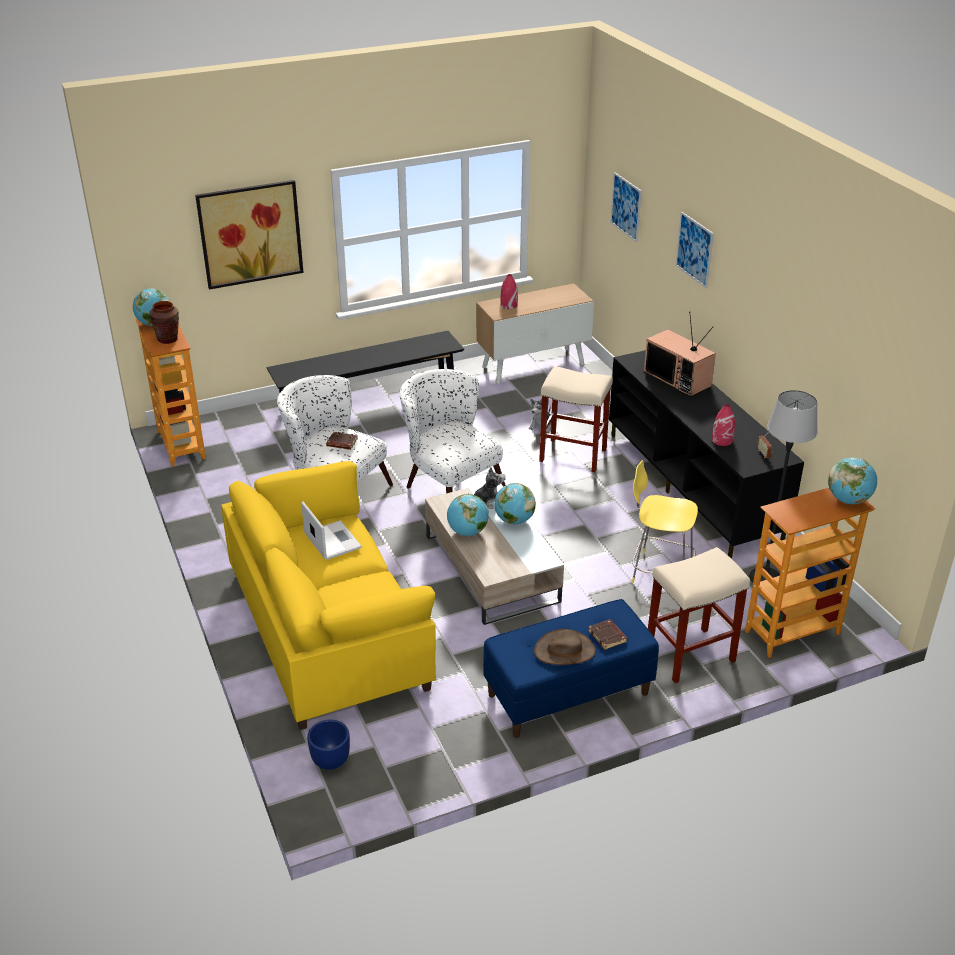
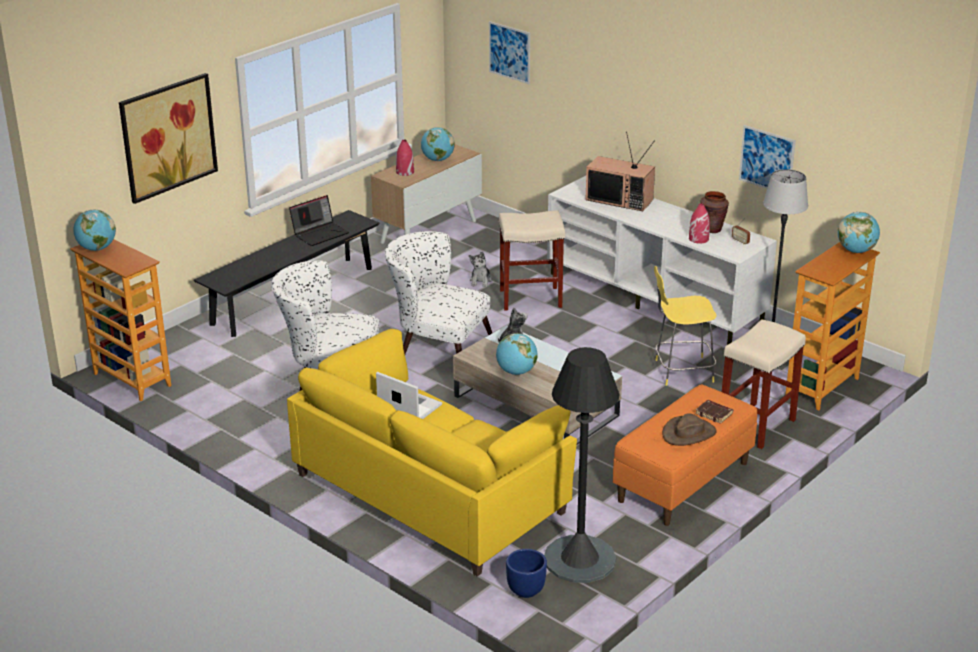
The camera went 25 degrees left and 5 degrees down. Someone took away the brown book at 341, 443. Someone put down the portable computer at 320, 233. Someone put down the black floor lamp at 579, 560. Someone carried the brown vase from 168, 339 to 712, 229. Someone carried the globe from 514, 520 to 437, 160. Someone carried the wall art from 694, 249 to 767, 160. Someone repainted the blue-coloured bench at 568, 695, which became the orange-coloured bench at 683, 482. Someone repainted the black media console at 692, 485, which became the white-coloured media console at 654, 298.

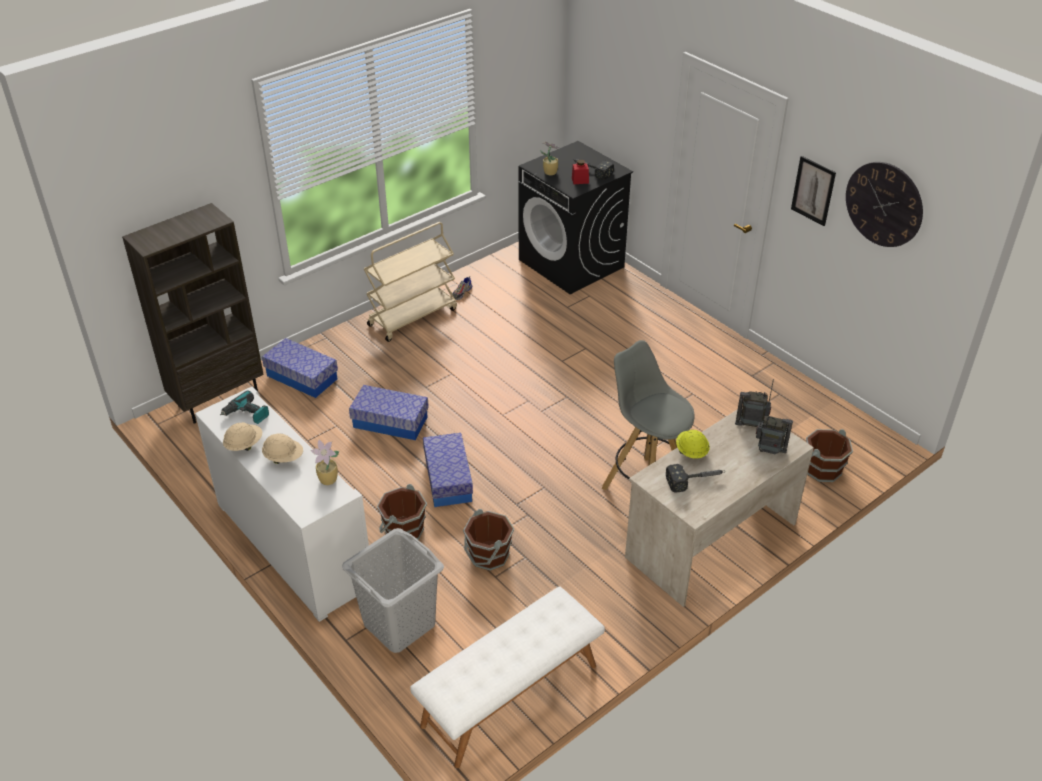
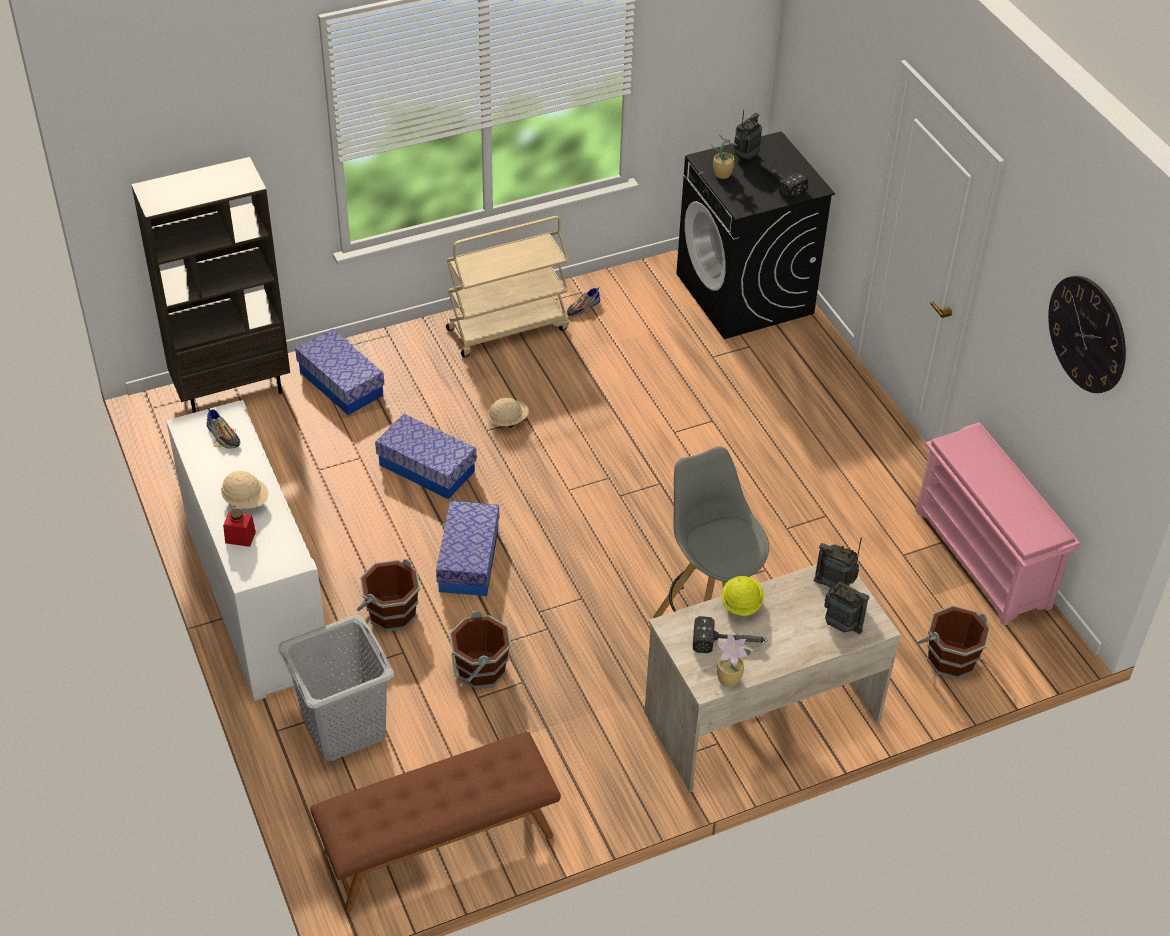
The camera went 15 degrees right and 5 degrees up. Someone took away the wall art at 813, 190. Someone put down the radio receiver at 746, 157. Someone put down the pink shoe rack at 984, 559. Someone carried the sand-coloured work helmet from 244, 445 to 508, 421. Someone carried the houseplant from 329, 480 to 729, 680. Someone carried the red preserve jar from 580, 180 to 240, 537. Someone swapped the electric drill at 246, 414 for the low shoe at 223, 435. Someone repainted the white-coloured bench at 510, 696, which became the brown bench at 439, 846.

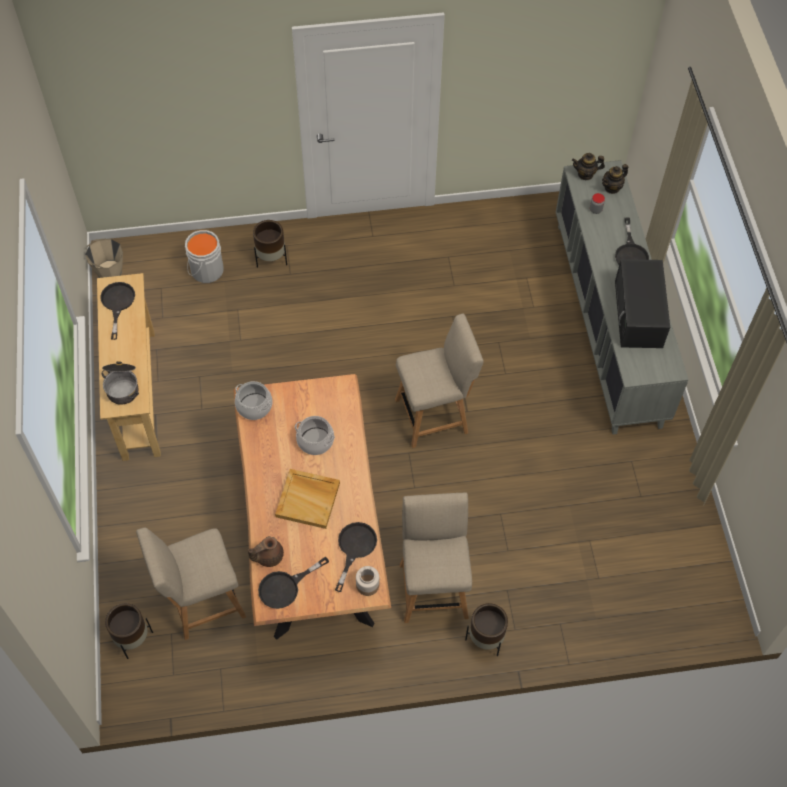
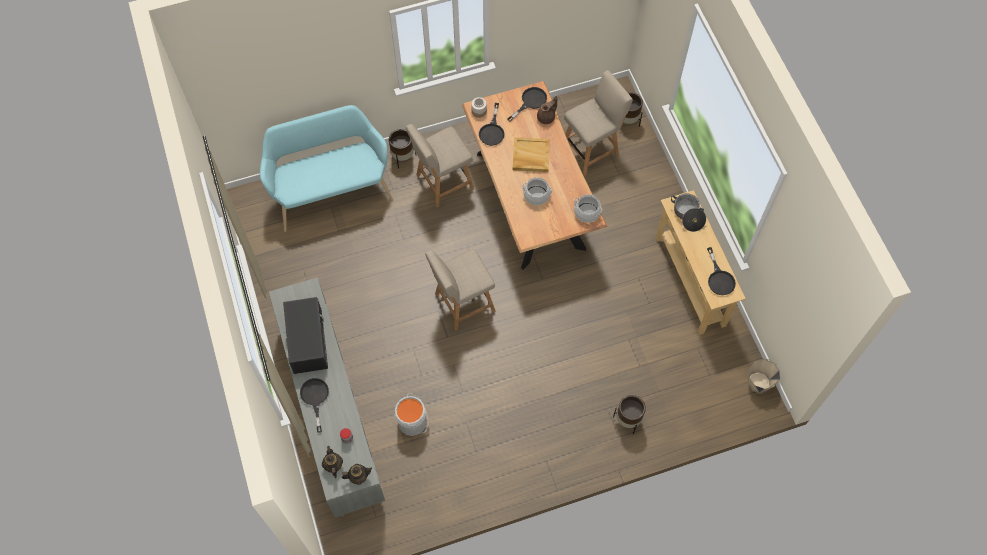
The camera went 170 degrees right and 5 degrees up. Someone put down the turquoise-coloured bench at 331, 191. Someone carried the greyish pail from 205, 270 to 414, 422. Someone rotated the sand-coloured plain chair at 433, 586 by 75 degrees clockwise. Someone rotated the pot for tea at 612, 187 by 60 degrees counterclockwise.

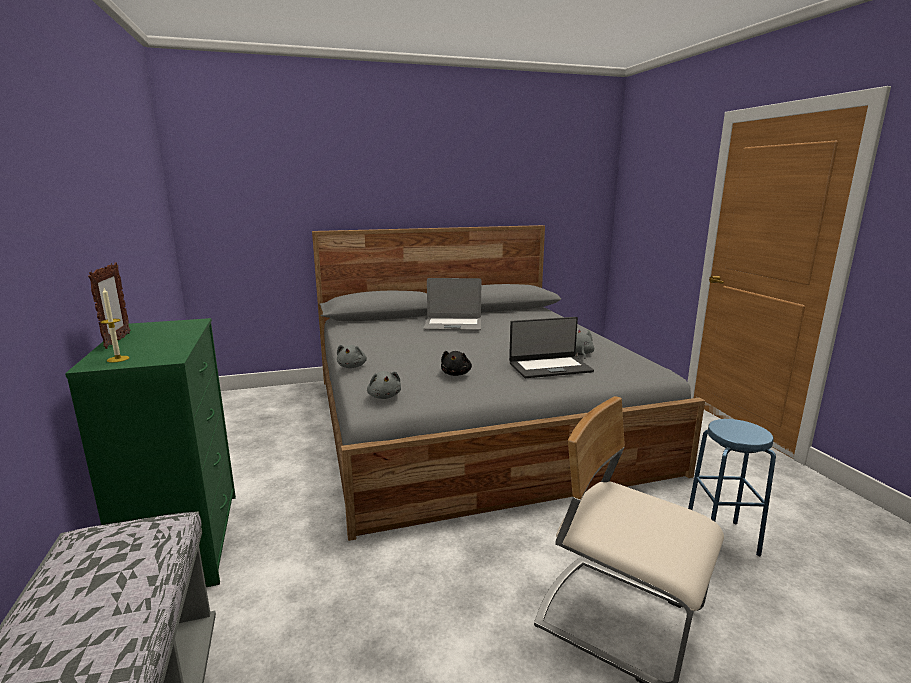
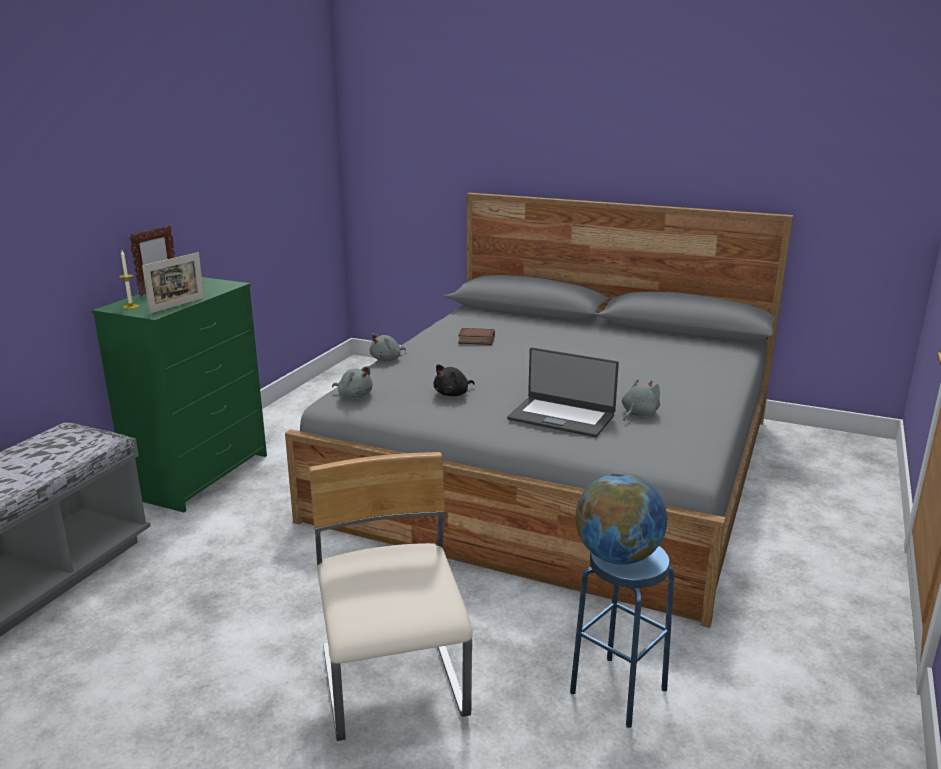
The camera went 40 degrees right and 5 degrees up. Someone took away the portable computer at 453, 325. Someone put down the picture frame at 177, 305. Someone put down the book at 475, 340. Someone put down the globe at 617, 556. Someone rotated the greyish plush toy at 384, 396 by 75 degrees counterclockwise.

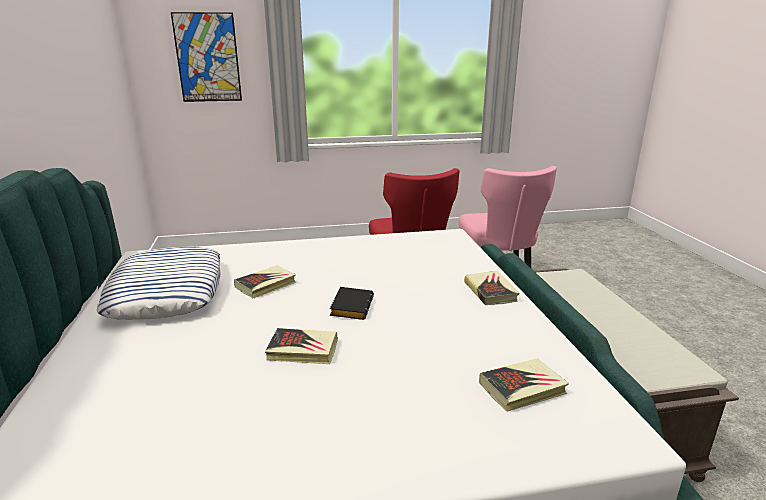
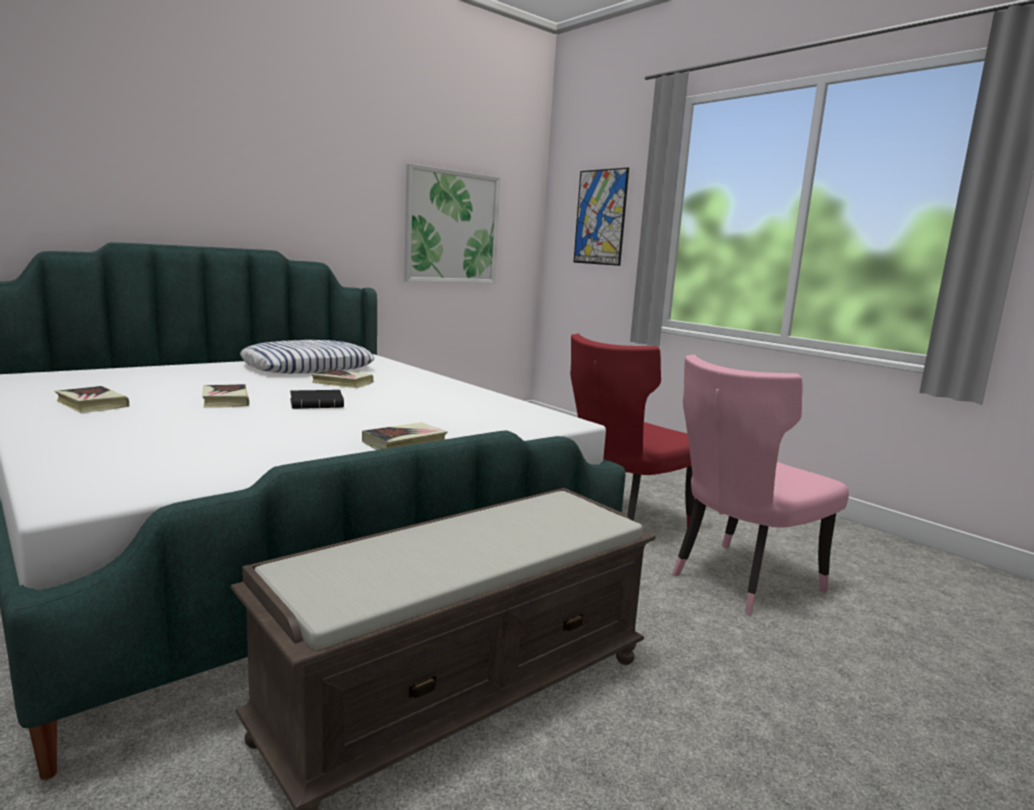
The camera went 60 degrees right and 10 degrees down. Someone put up the wall art at 452, 227. Someone carried the book from 522, 388 to 92, 404.

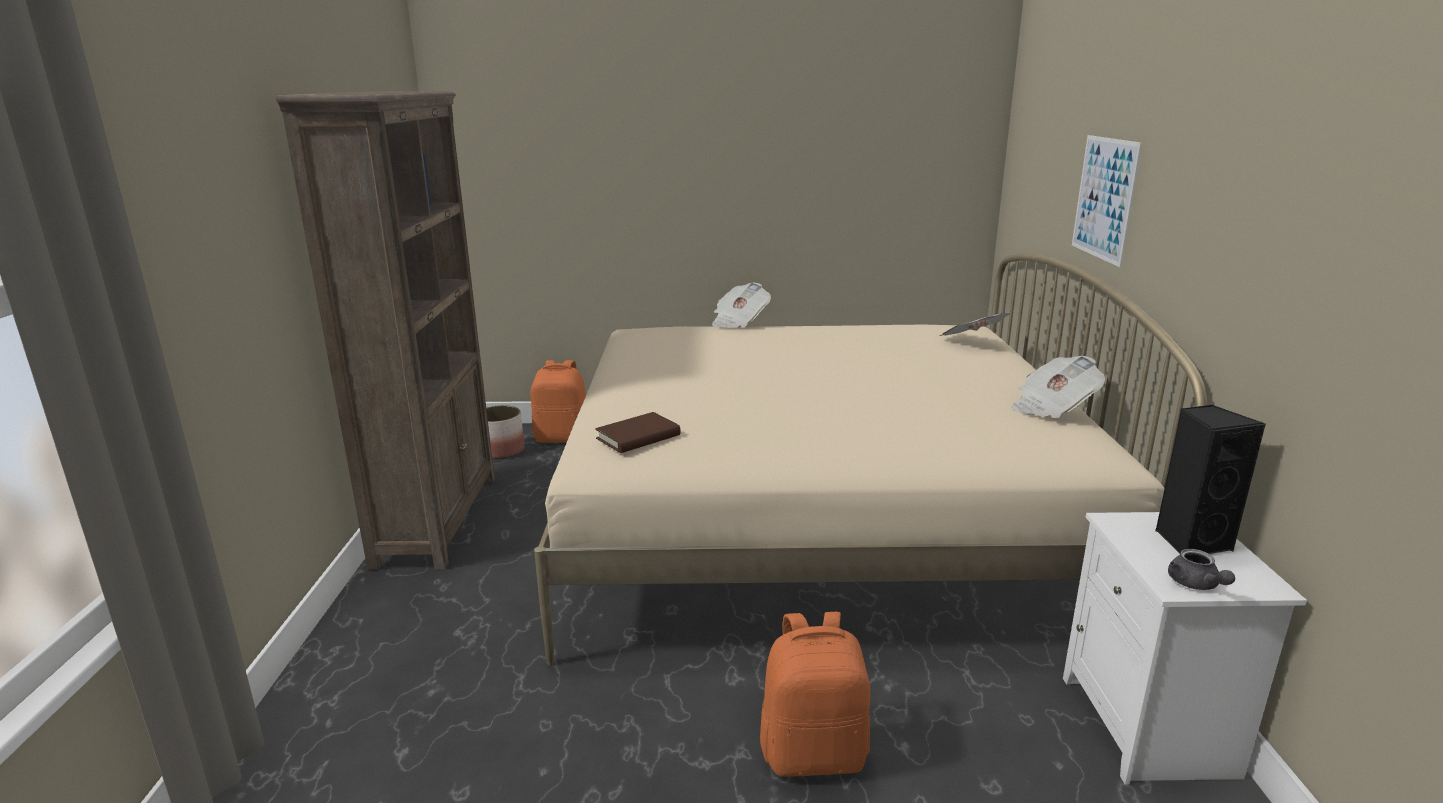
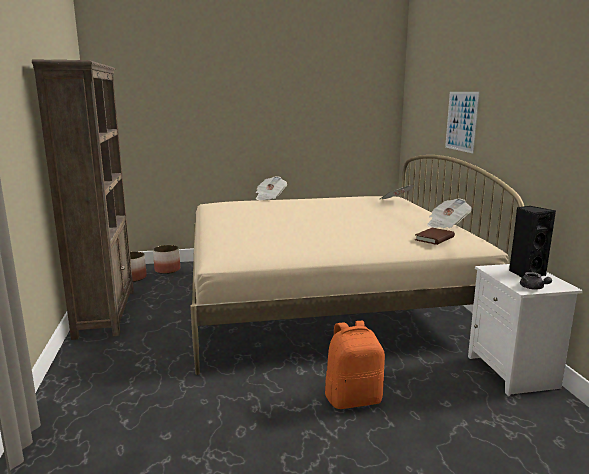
The camera went 10 degrees left and 5 degrees down. Someone carried the brown book from 638, 437 to 434, 238. Someone swapped the orange-coloured backpack at 563, 438 for the planter at 167, 270.

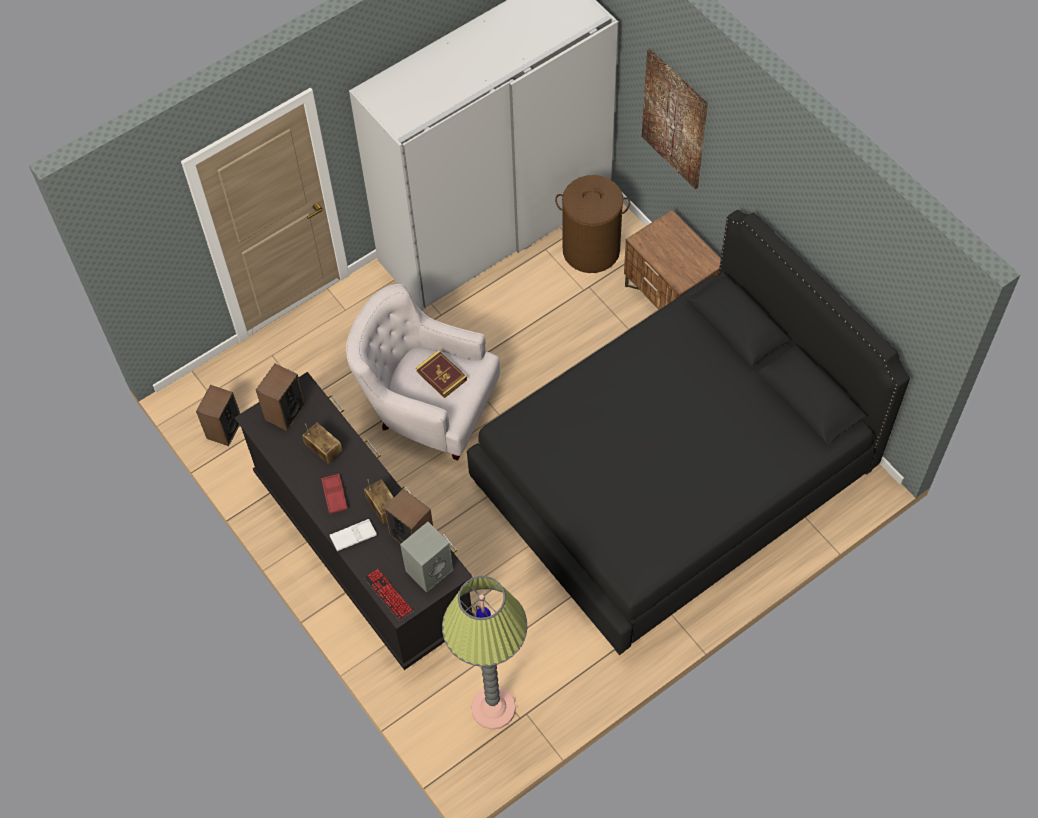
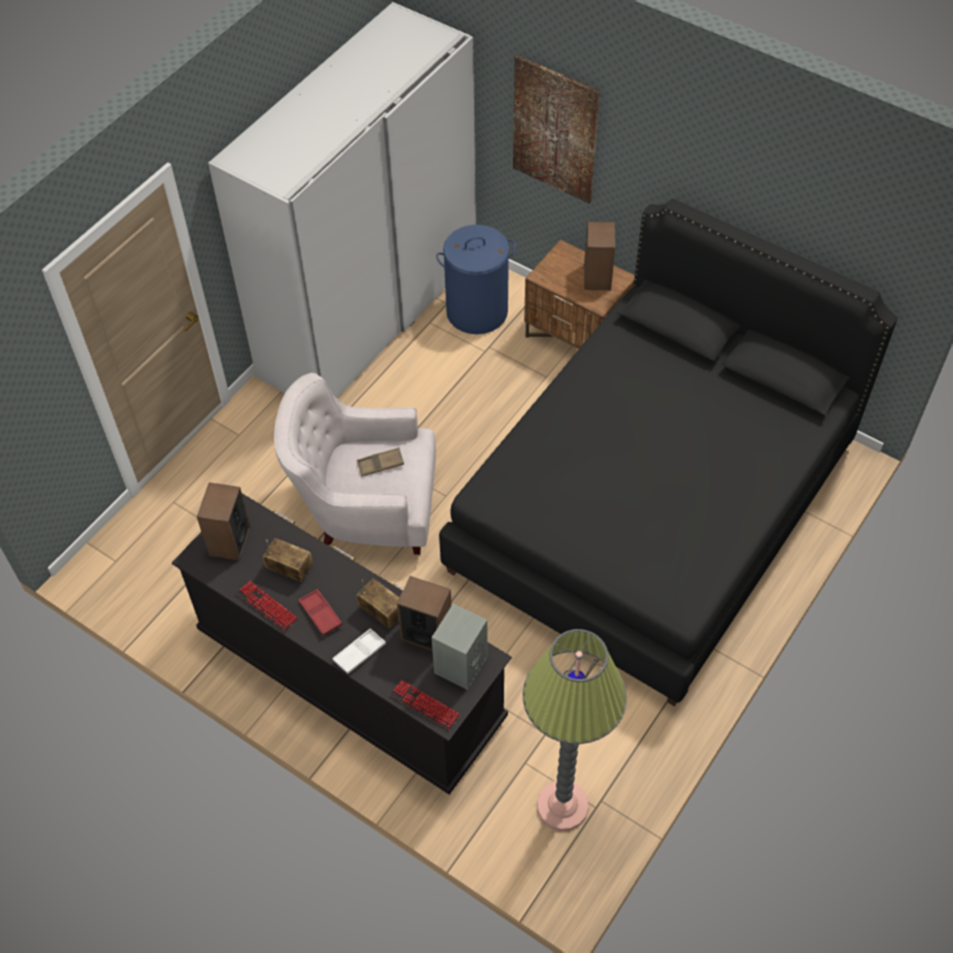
The camera went 20 degrees left and 5 degrees down. Someone put down the PC keyboard at 267, 606. Someone carried the speaker from 224, 429 to 597, 277. Someone swapped the book at 441, 375 for the brown tray at 380, 464. Someone repainted the brown laundry basket at 591, 250, which became the blue-coloured laundry basket at 477, 311.

